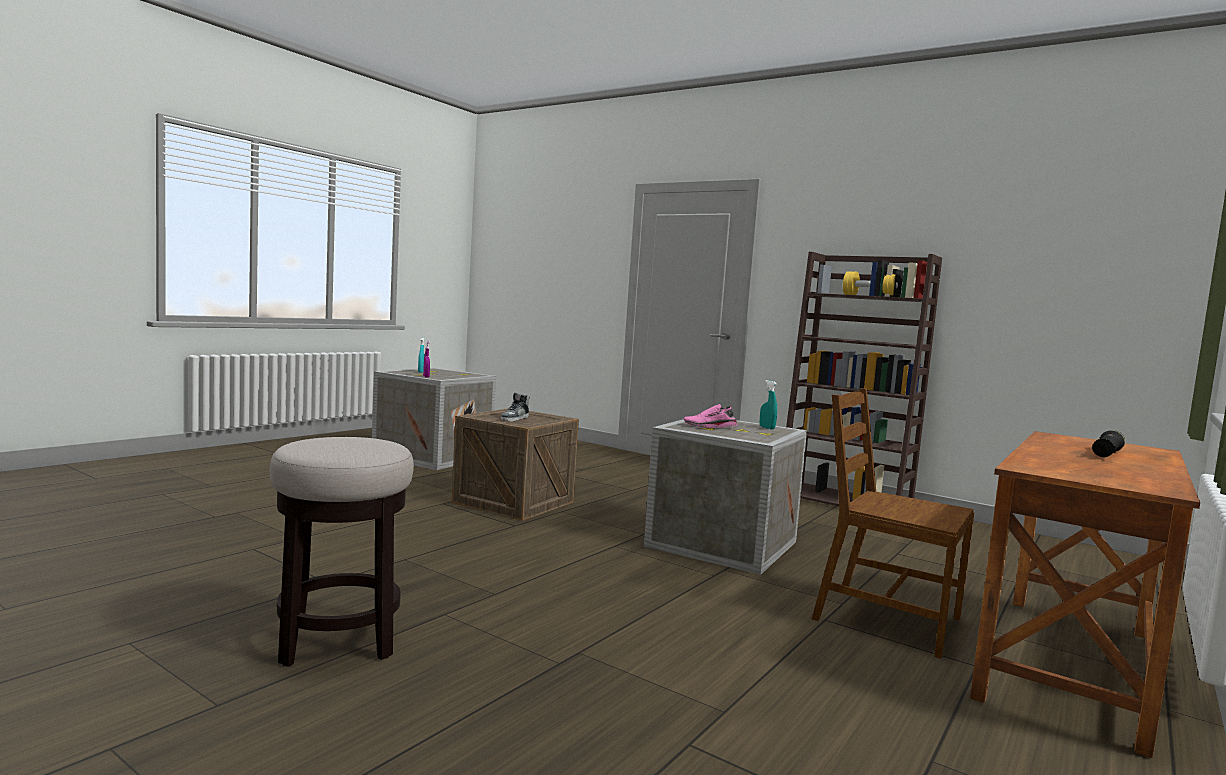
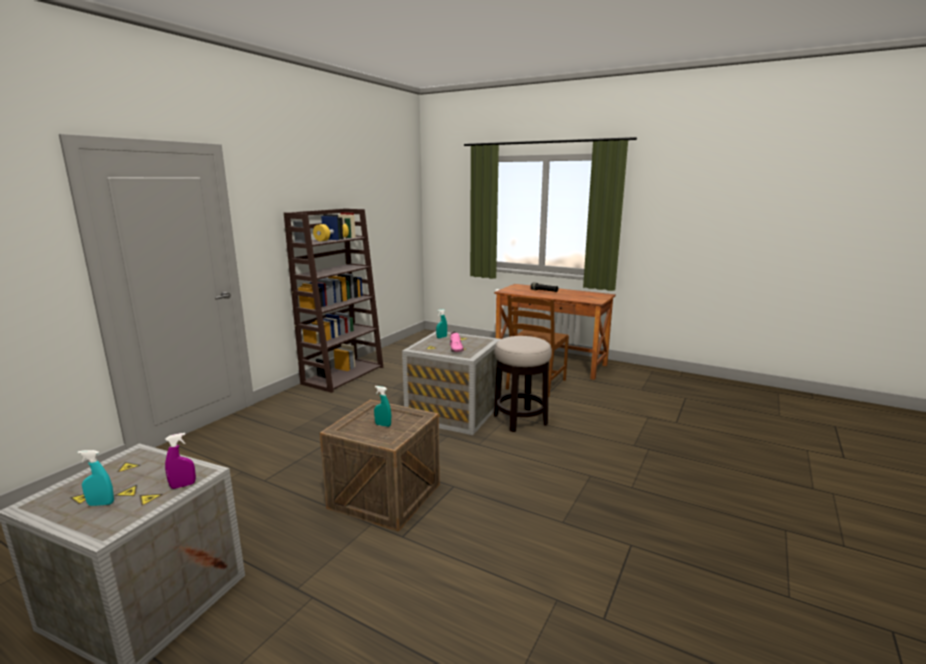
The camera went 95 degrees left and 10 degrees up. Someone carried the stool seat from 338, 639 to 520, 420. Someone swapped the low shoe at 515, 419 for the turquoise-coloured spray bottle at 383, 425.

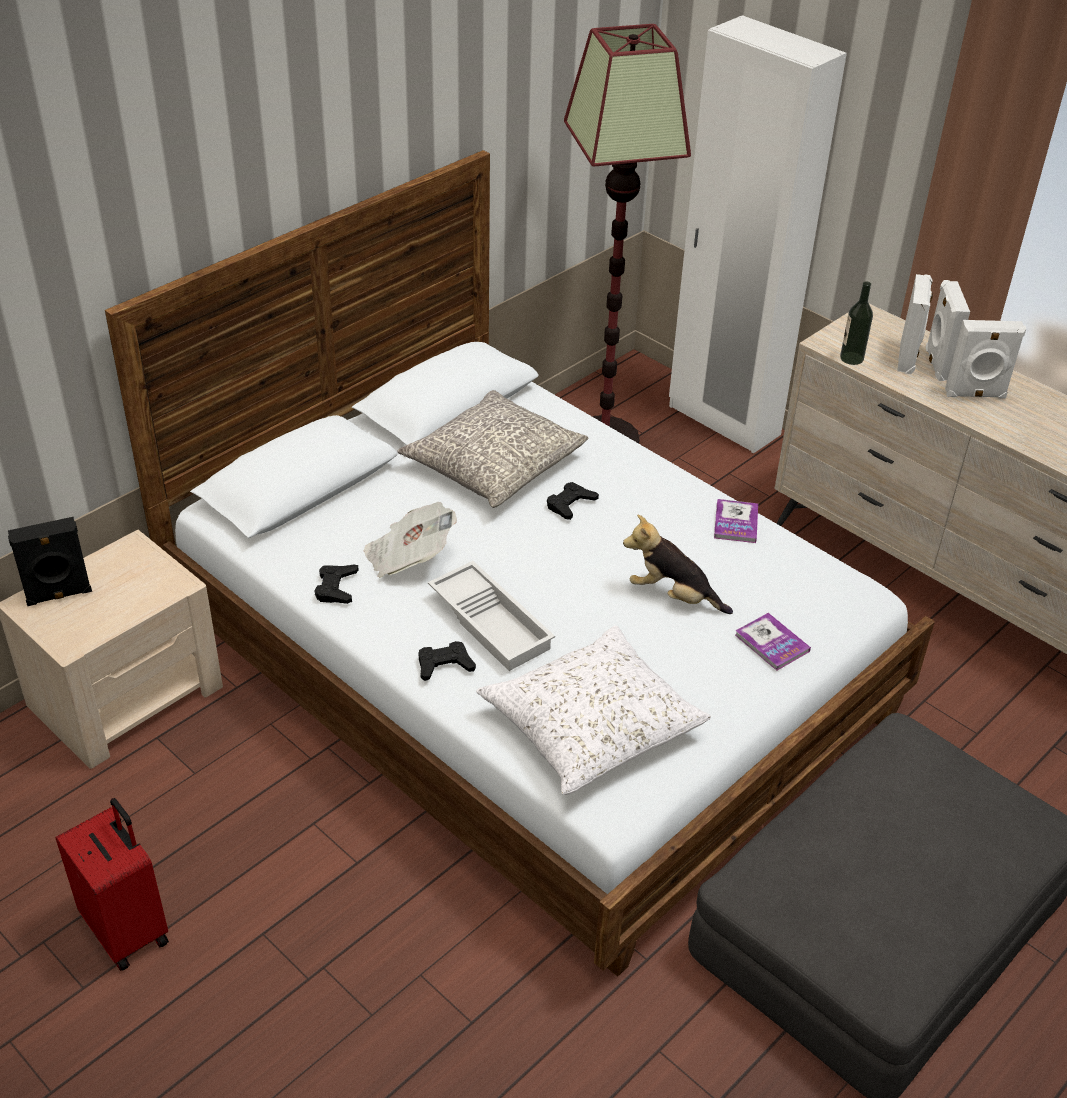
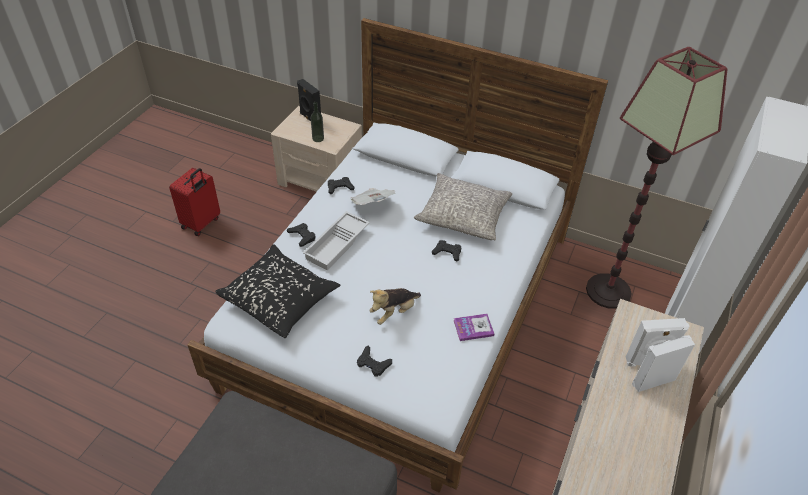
The camera went 70 degrees right and 5 degrees up. Someone took away the white-coloured speaker at 975, 395. Someone carried the drink bottle from 851, 358 to 318, 138. Someone swapped the book at 772, 643 for the black gamepad at 373, 364. Someone repainted the white-coloured pillow at 591, 725, which became the black pillow at 280, 299. Someone rotated the plush toy at 673, 596 by 135 degrees counterclockwise.

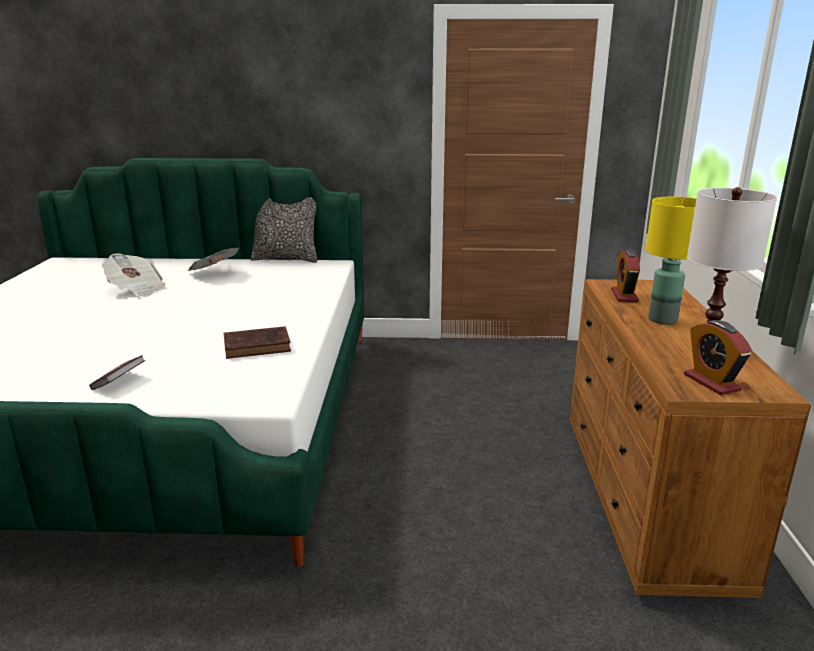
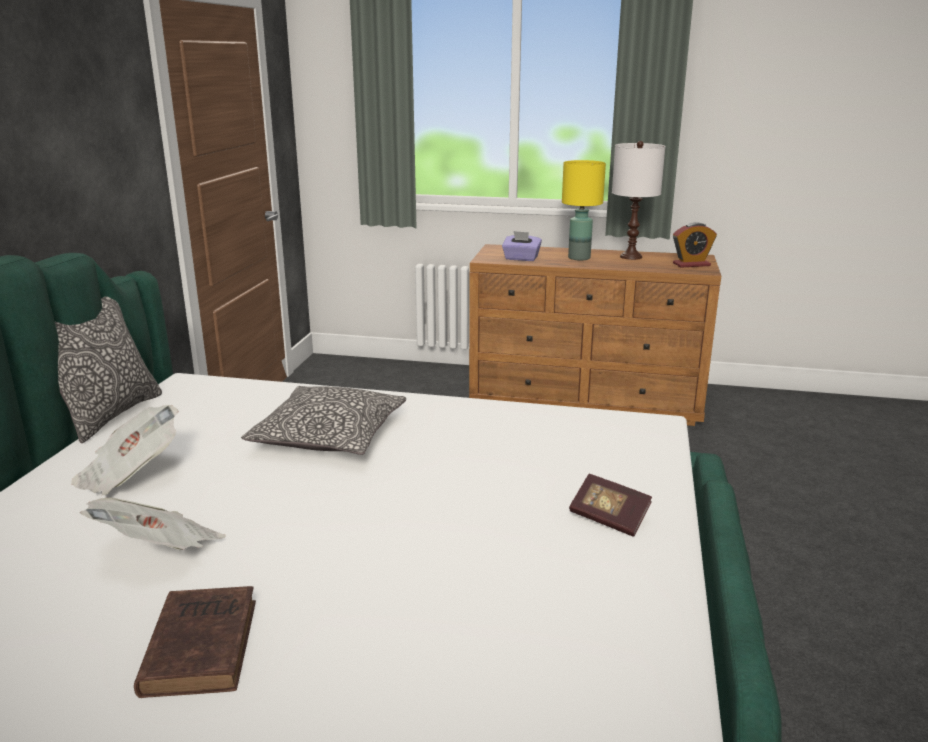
The camera went 80 degrees left and 0 degrees up. Someone put down the pillow at 329, 436. Someone carried the brown book from 259, 346 to 201, 644. Someone swapped the alarm clock at 624, 296 for the purple box of tissues at 521, 258.

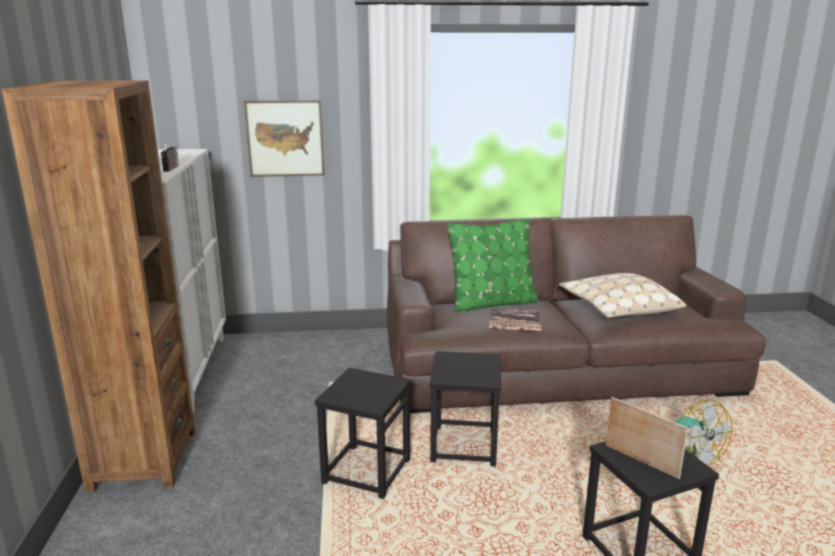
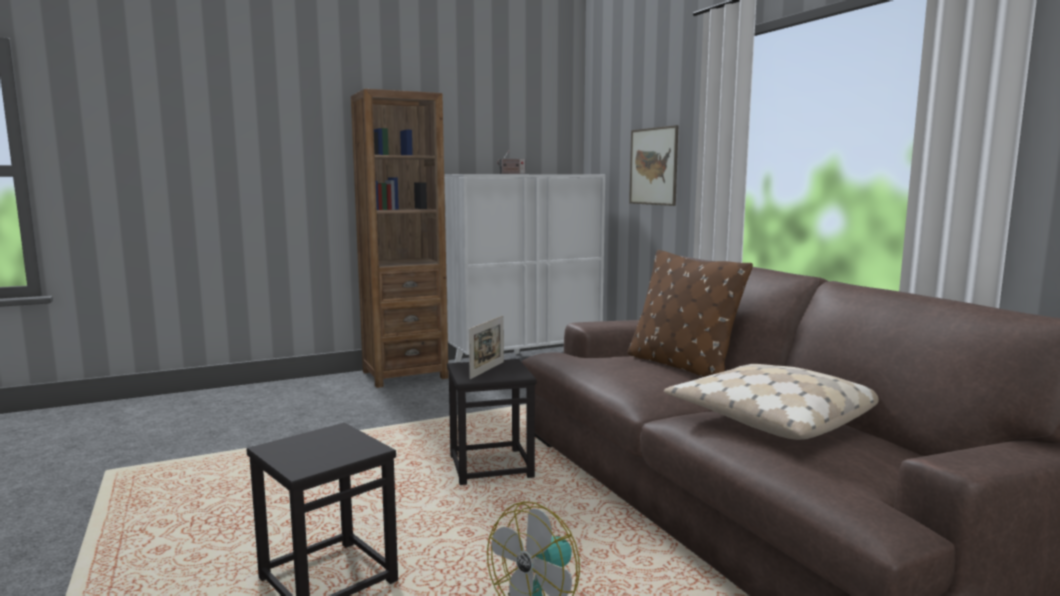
The camera went 70 degrees right and 10 degrees down. Someone took away the black stool seat at 366, 471. Someone took away the book at 514, 321. Someone carried the picture frame from 641, 461 to 487, 370. Someone repainted the green-coloured pillow at 492, 303, which became the brown pillow at 681, 365.

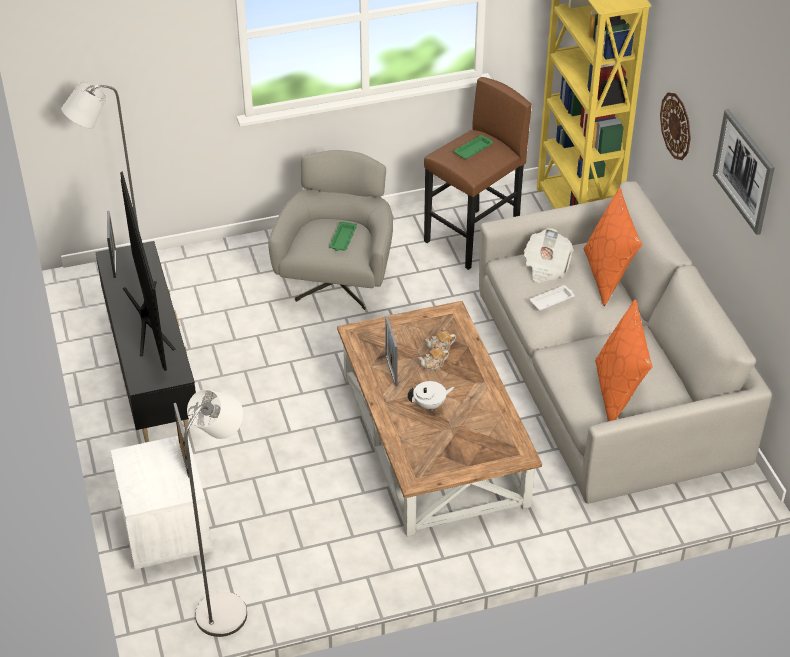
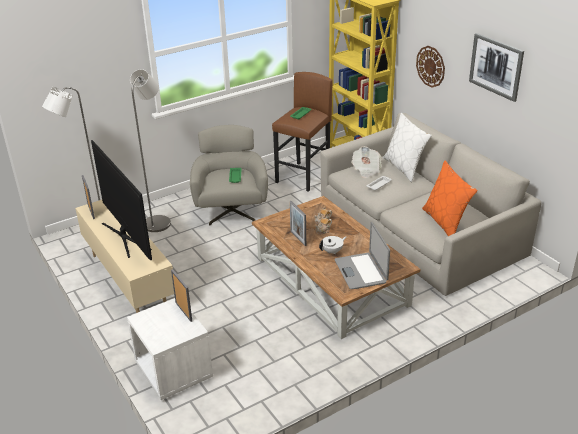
The camera went 15 degrees left and 10 degrees down. Someone put down the portable computer at 361, 271. Someone carried the greyish floor lamp from 228, 608 to 159, 221. Someone repainted the black media console at 152, 374, which became the sand-coloured media console at 129, 281. Someone repainted the orange-coloured pillow at 608, 275, which became the white-coloured pillow at 404, 168.

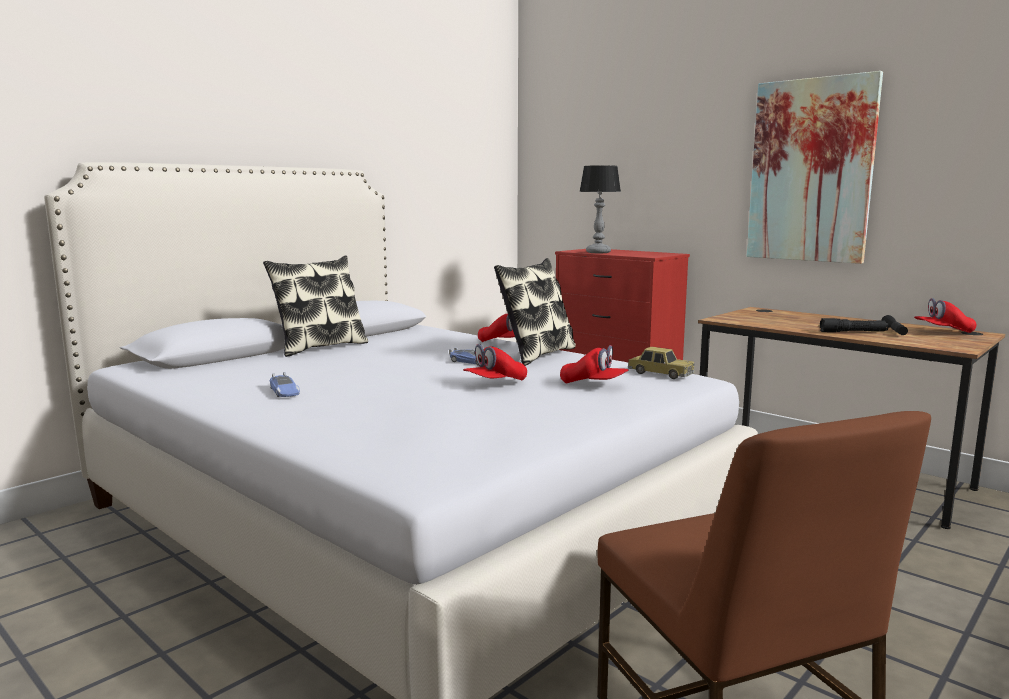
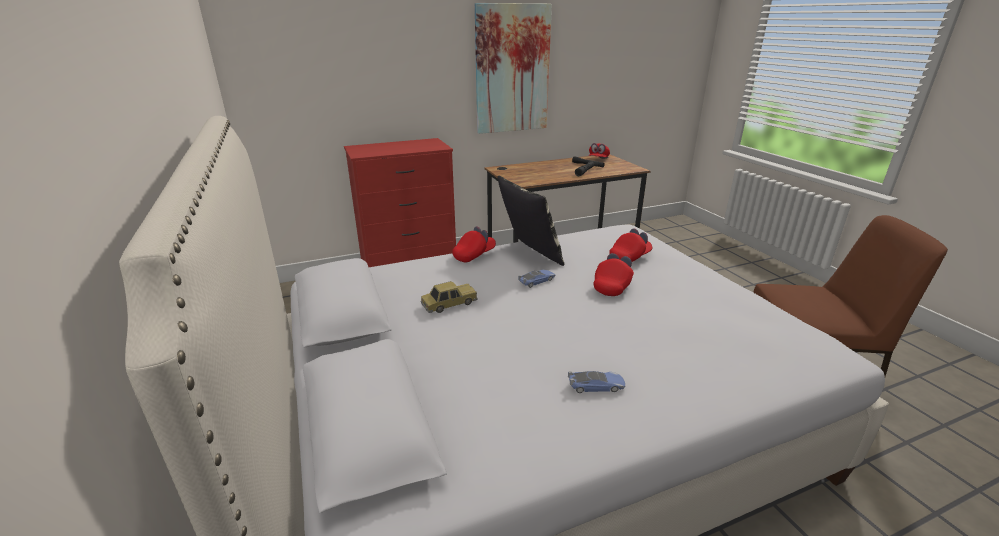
The camera went 65 degrees left and 15 degrees up. Someone took away the pillow at 320, 347. Someone took away the tabletop lamp at 597, 252. Someone carried the model car from 660, 374 to 449, 304. Someone rotated the red cap at 495, 383 by 135 degrees counterclockwise.

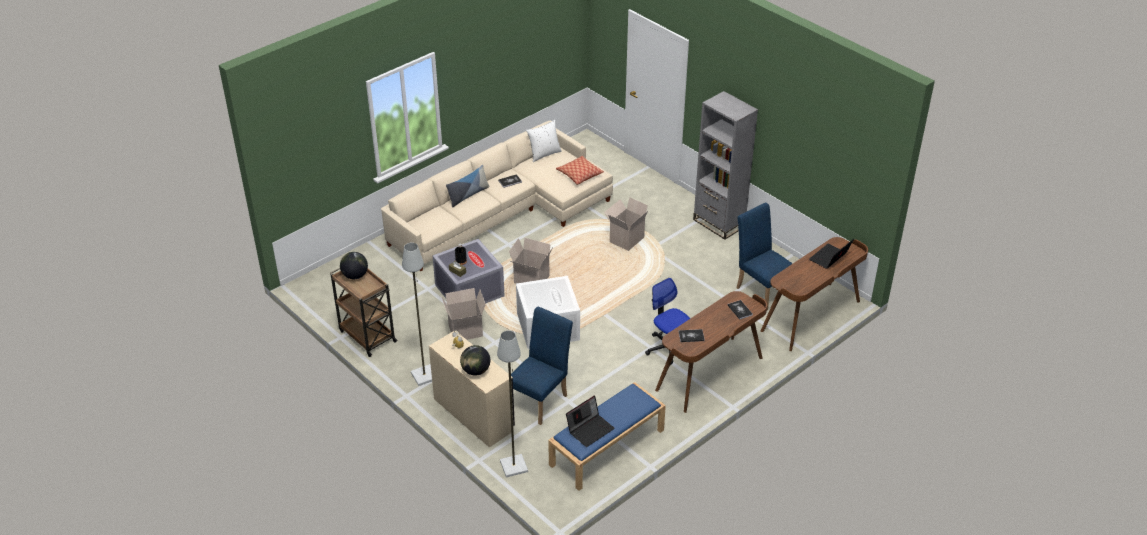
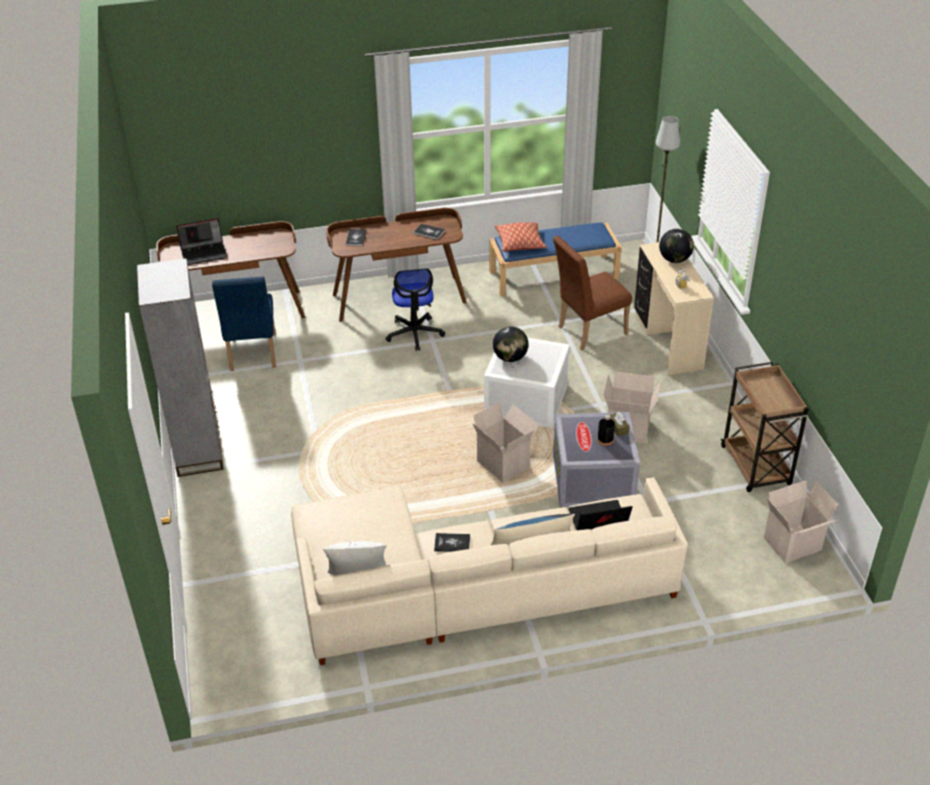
The camera went 150 degrees left and 0 degrees up. Someone took away the greyish floor lamp at 424, 375. Someone carried the globe from 355, 276 to 510, 358. Someone carried the pillow from 579, 174 to 520, 243. Someone carried the portable computer from 590, 429 to 598, 520. Someone carried the cardboard box from 626, 239 to 792, 545. Someone repainted the blue-coloured plain chair at 541, 399, which became the brown plain chair at 587, 332.

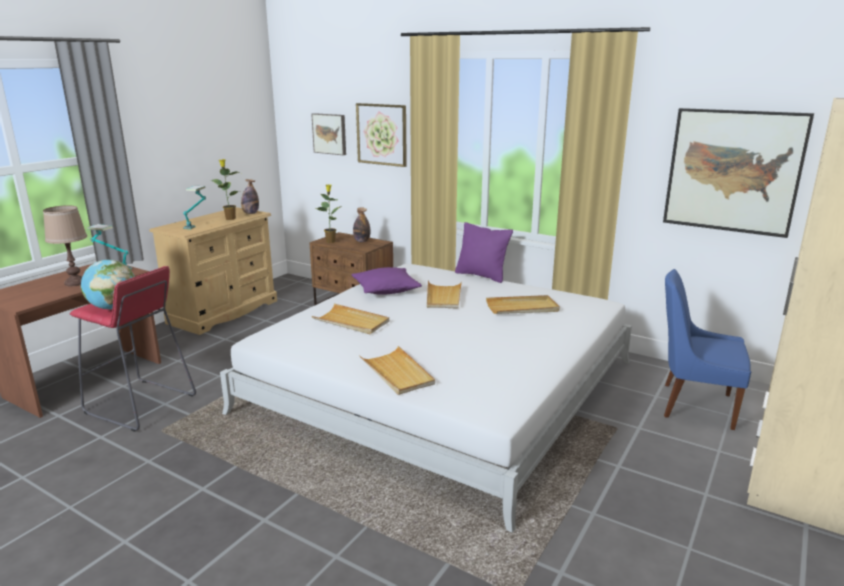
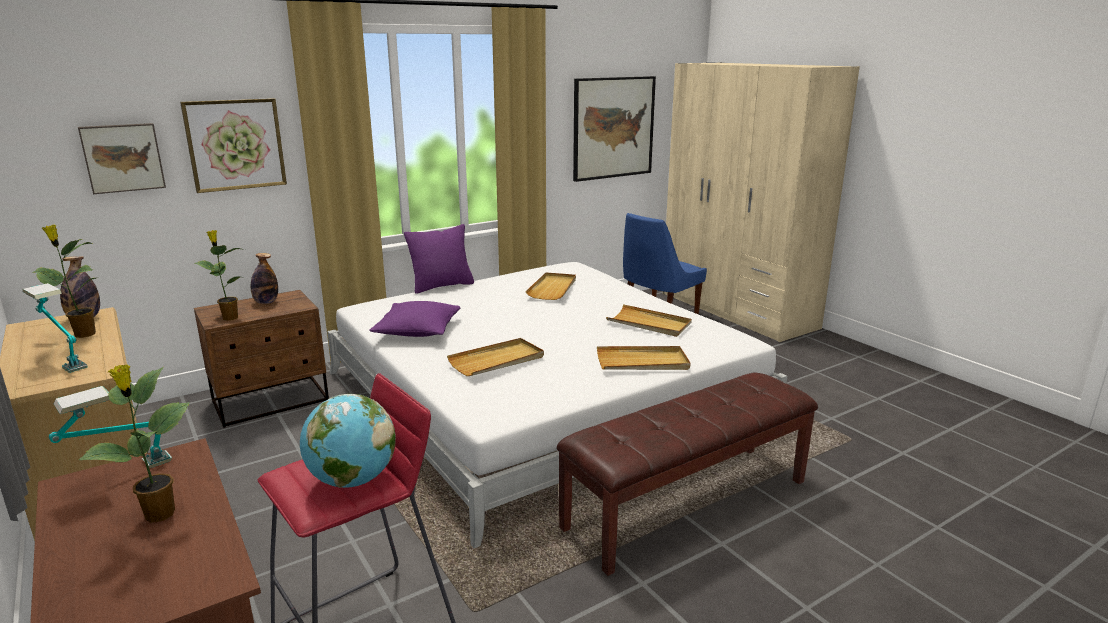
The camera went 65 degrees left and 0 degrees up. Someone put down the brown bench at 686, 503. Someone carried the sand-coloured tray from 443, 297 to 649, 324. Someone swapped the brown tabletop lamp at 76, 283 for the houseplant at 159, 515.

